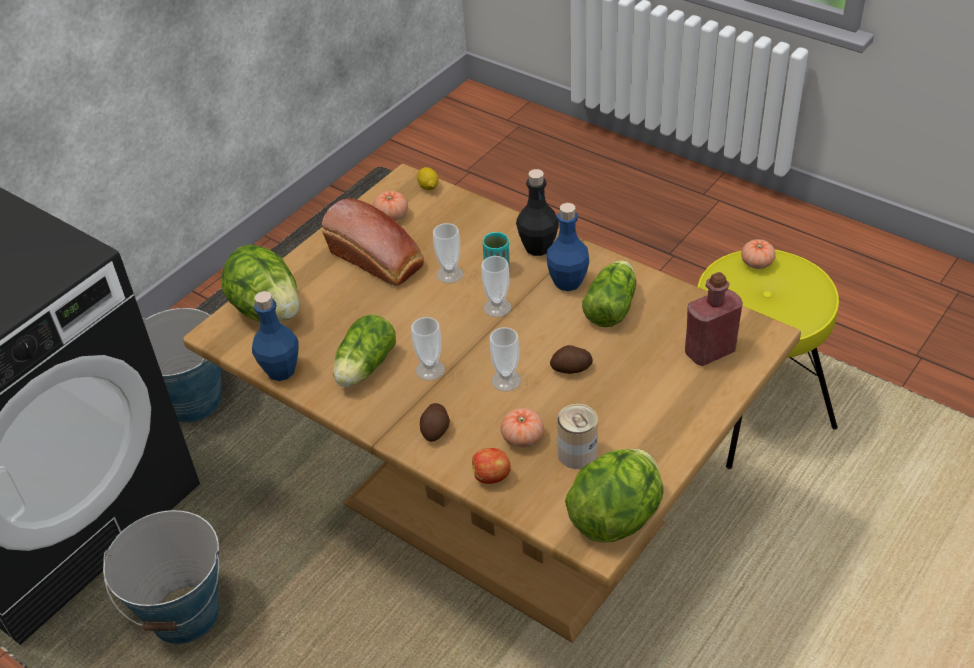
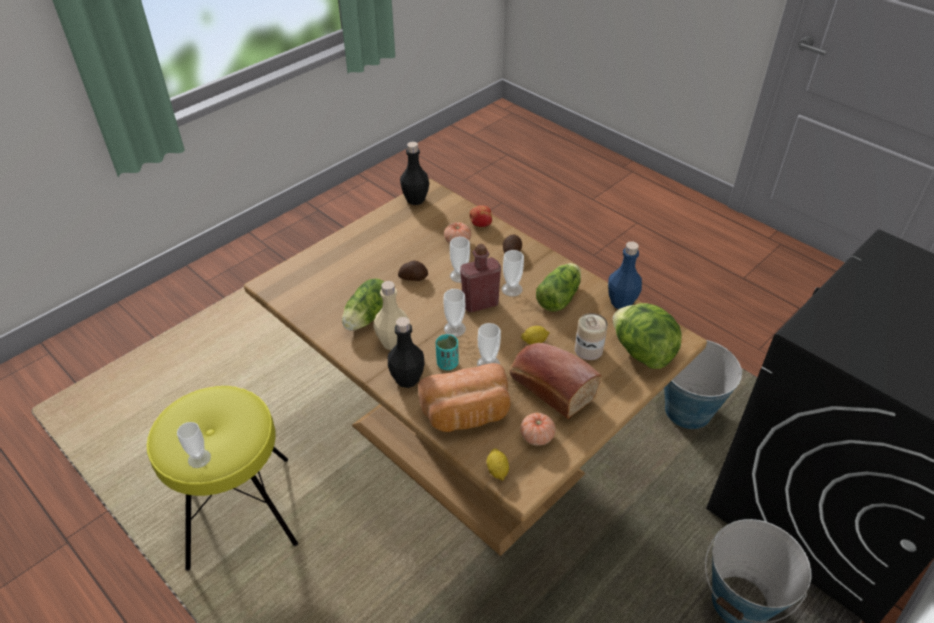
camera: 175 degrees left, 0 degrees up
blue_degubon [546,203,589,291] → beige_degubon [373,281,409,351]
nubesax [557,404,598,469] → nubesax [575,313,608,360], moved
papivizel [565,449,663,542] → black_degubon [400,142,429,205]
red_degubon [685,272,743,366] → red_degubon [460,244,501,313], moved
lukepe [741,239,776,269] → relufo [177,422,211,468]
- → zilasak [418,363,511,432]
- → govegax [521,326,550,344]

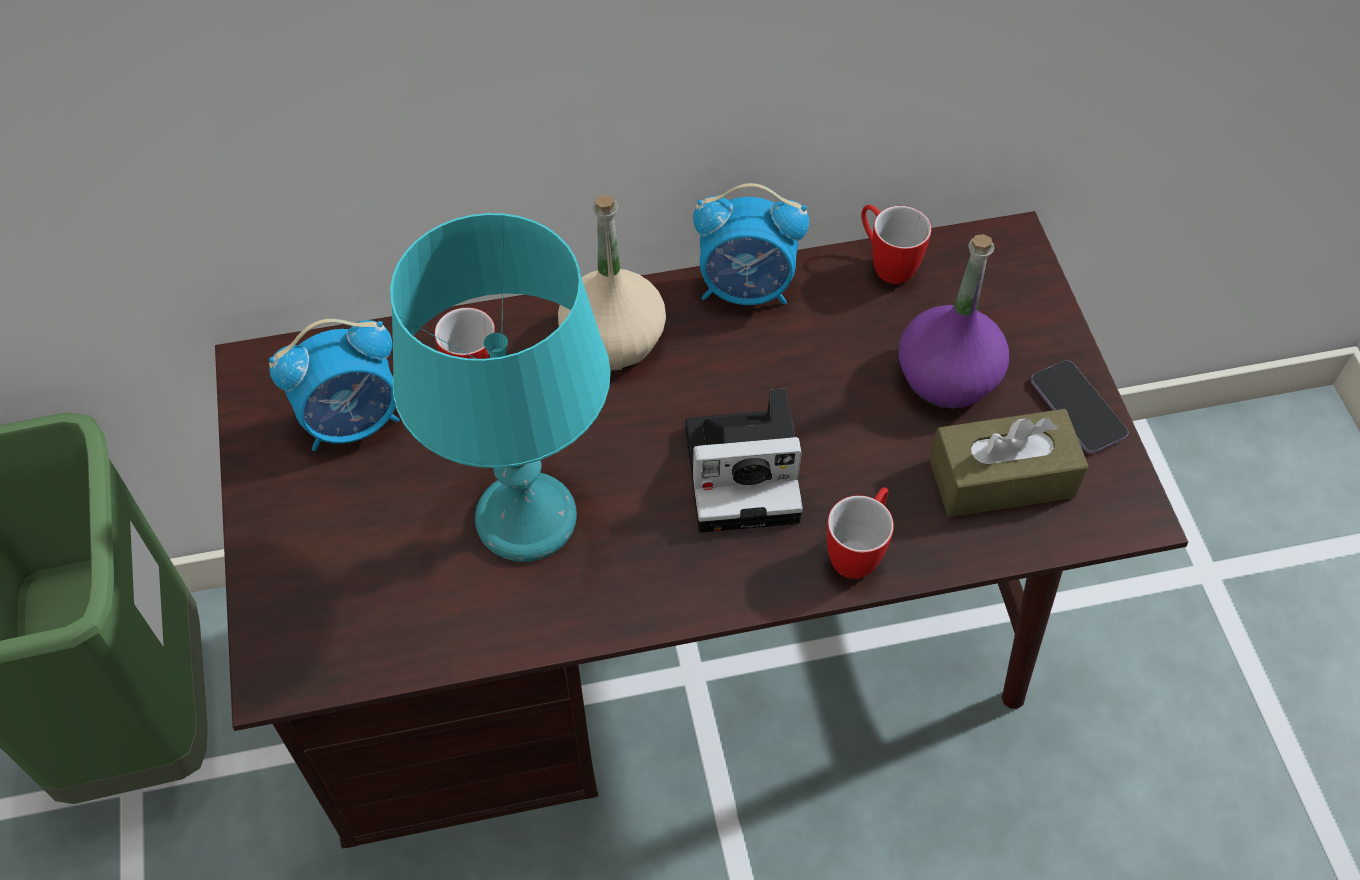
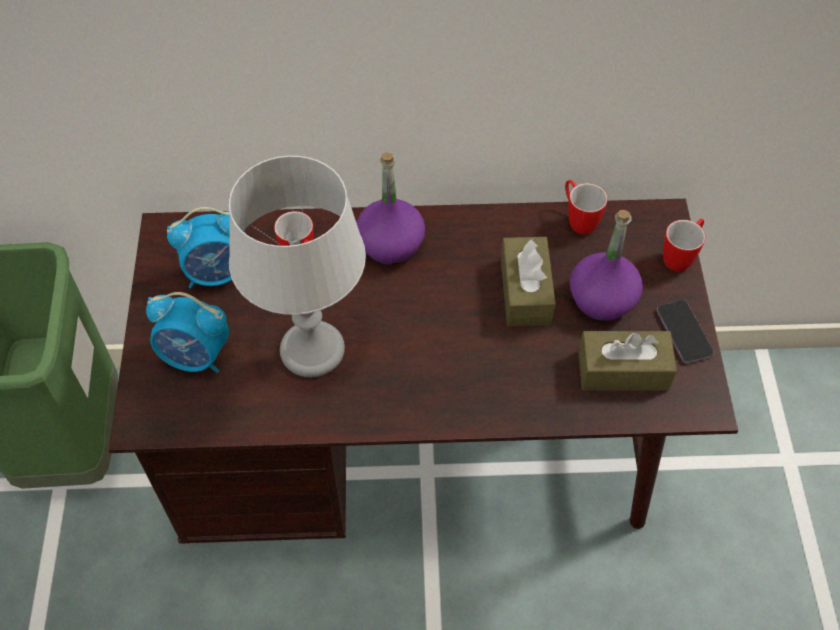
camera: 10 degrees right, 0 degrees up
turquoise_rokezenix [390,213,611,562] → grey_rokezenix [229,156,366,377]
beige_degubon [558,195,666,371] → purple_degubon [356,152,425,265]
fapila [685,388,803,533] → -
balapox [693,183,809,305] → balapox [146,292,229,373], moved
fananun [827,487,894,579] → fananun [663,219,705,271], moved
- → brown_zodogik [501,237,556,326]

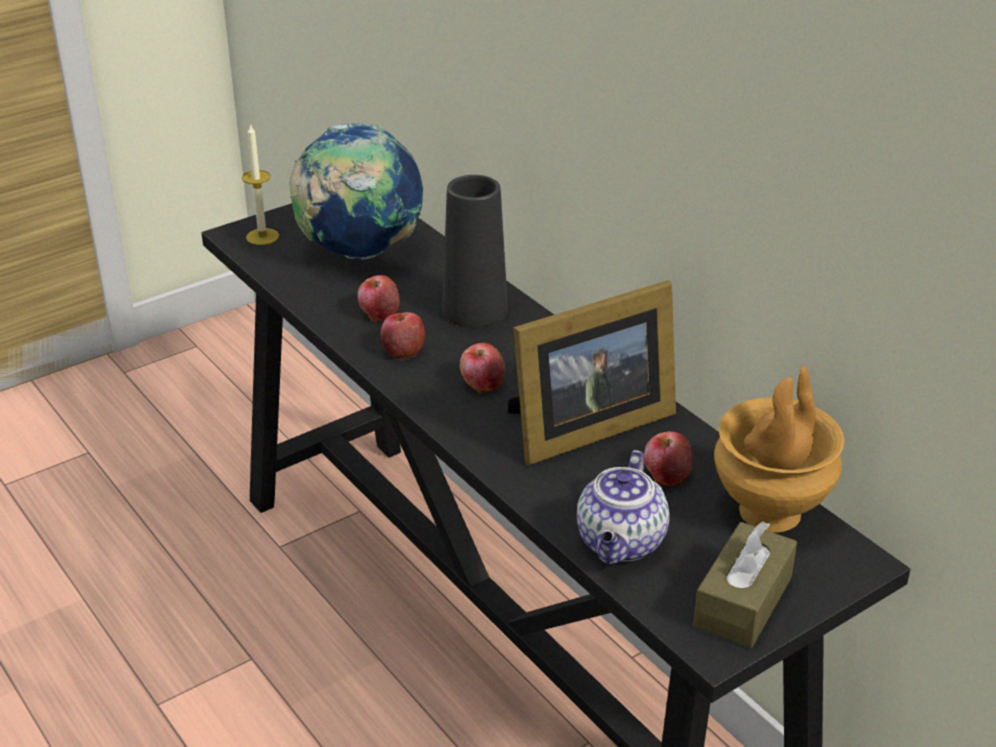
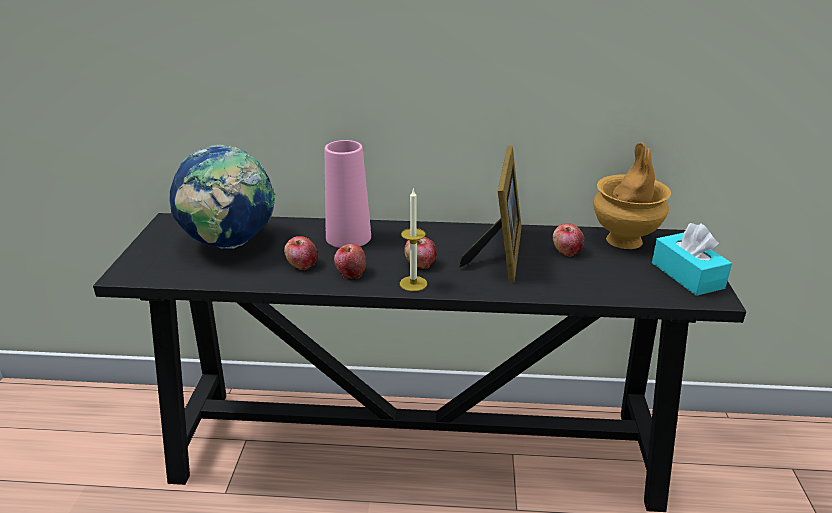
camera: 50 degrees left, 5 degrees down
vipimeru [242,123,279,245] → vipimeru [400,189,427,291], moved
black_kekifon [442,175,508,328] → pink_kekifon [325,140,371,248]
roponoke [577,450,670,565] → -
brown_zodogik [693,521,797,648] → turquoise_zodogik [652,223,732,296]

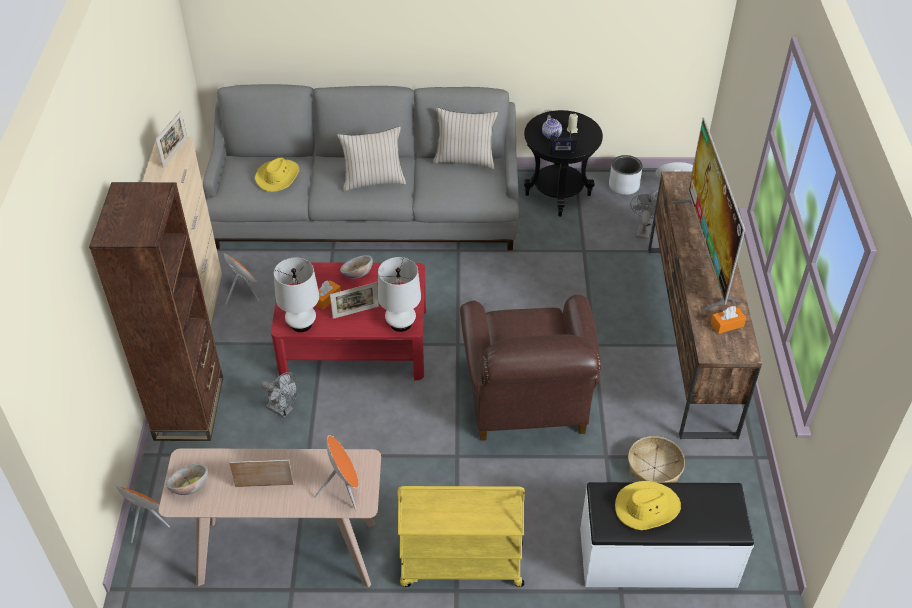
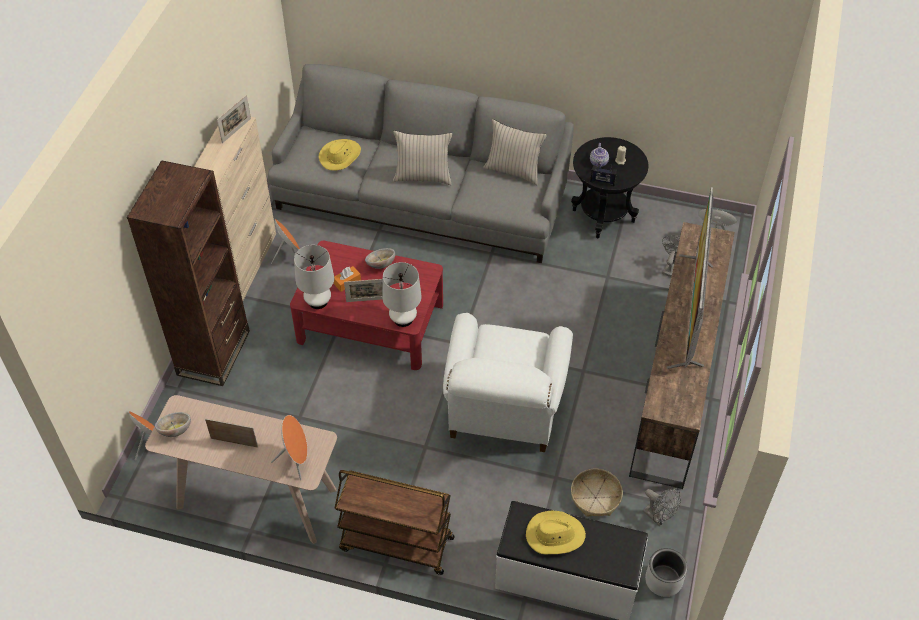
camera: 15 degrees right, 5 degrees up
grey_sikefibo [261,372,298,418] → grey_sikefibo [643,488,681,526], moved
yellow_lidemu [397,486,525,587] → brown_lidemu [334,470,455,575]
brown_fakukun [460,295,601,441] → white_fakukun [443,313,573,452]
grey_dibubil [609,155,643,195] → grey_dibubil [645,548,687,597], moved
orange_zodogik [711,306,746,334] → -

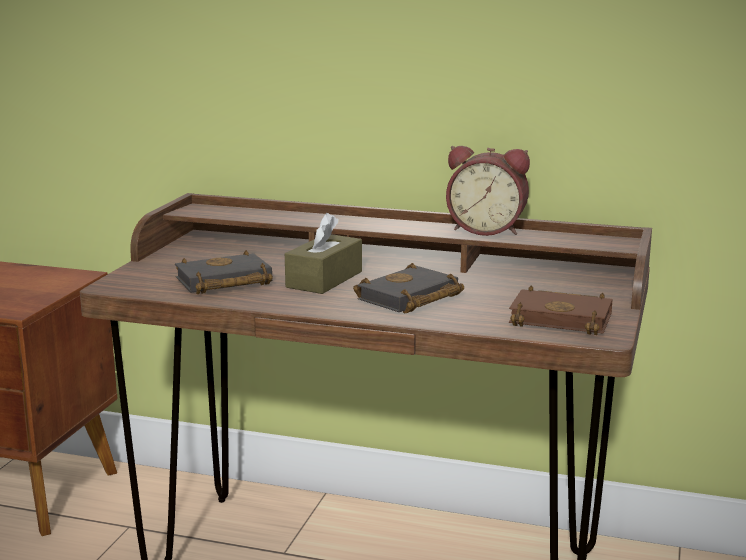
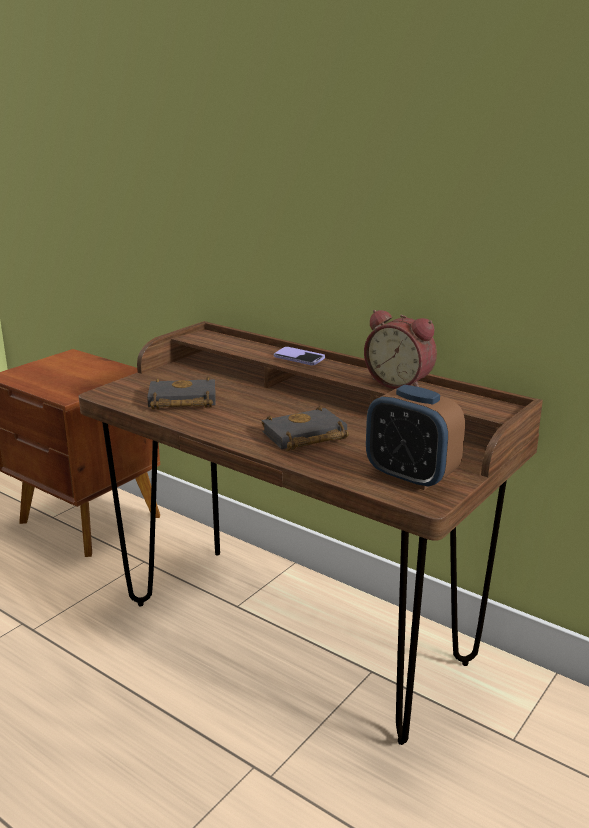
camera: 20 degrees right, 5 degrees up
brown_zodogik [285,213,362,294] → -
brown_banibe [509,286,613,335] → balapox [366,385,465,490]
- → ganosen [274,347,325,365]

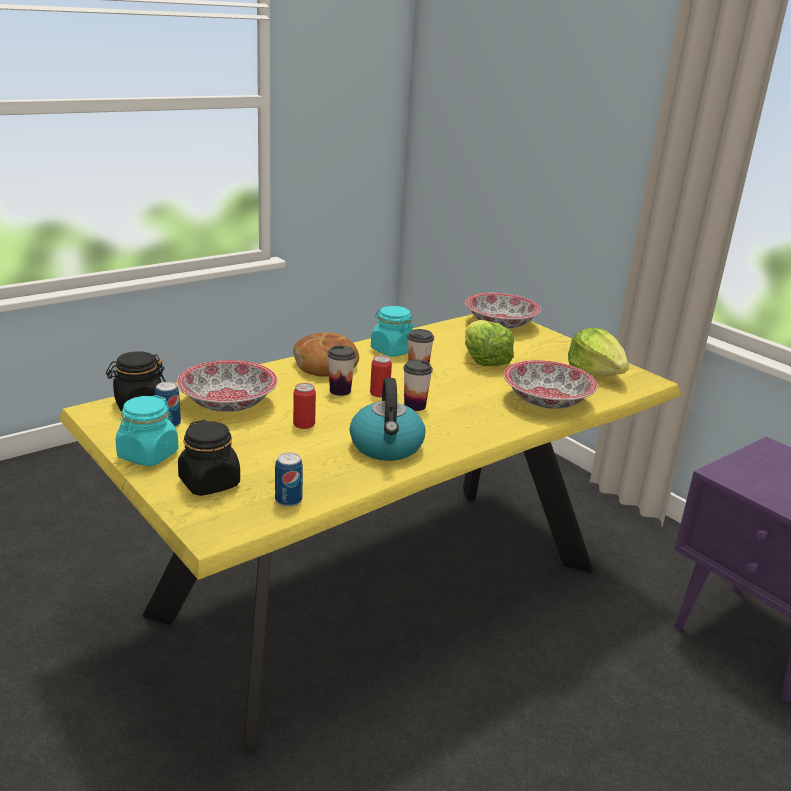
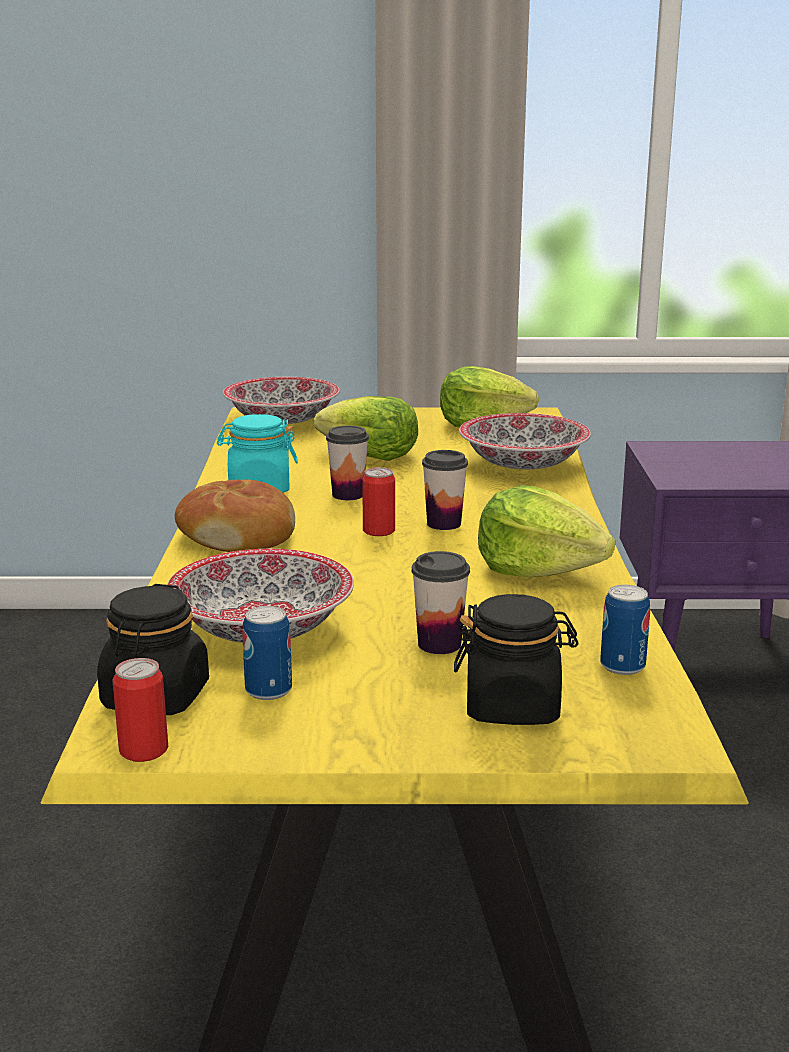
camera: 50 degrees left, 5 degrees down
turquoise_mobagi [116,395,178,466] → -
nubesax [293,383,316,429] → nubesax [112,658,168,762], moved
relufo [327,345,356,396] → relufo [411,551,470,654], moved
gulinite [350,378,425,461] → papivizel [478,485,615,577]

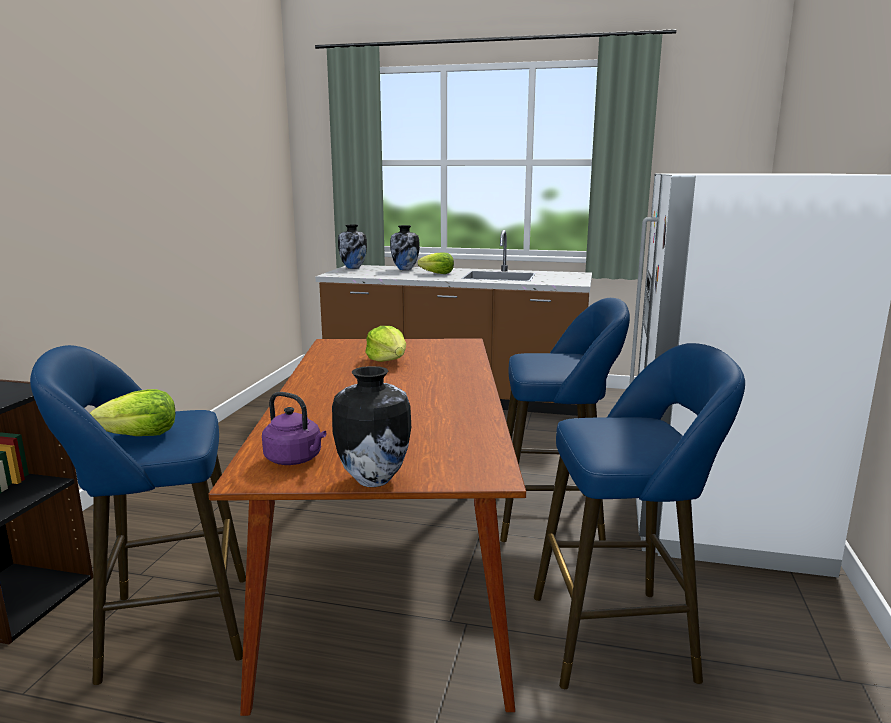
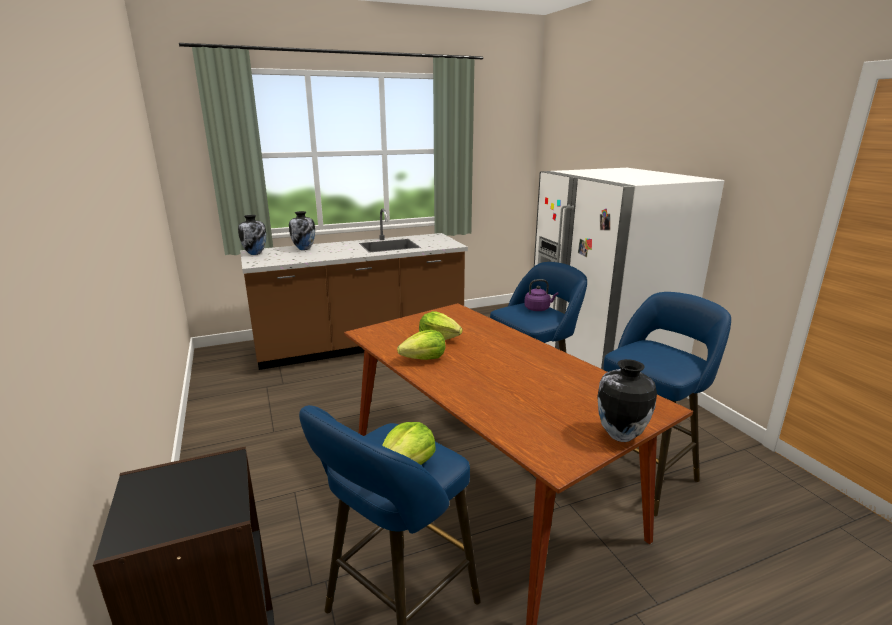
camera: 35 degrees left, 5 degrees up
purple_gulinite [262,392,326,465] → purple_gulinite [524,279,558,311], moved
papivizel [418,252,454,274] → papivizel [397,330,445,360], moved

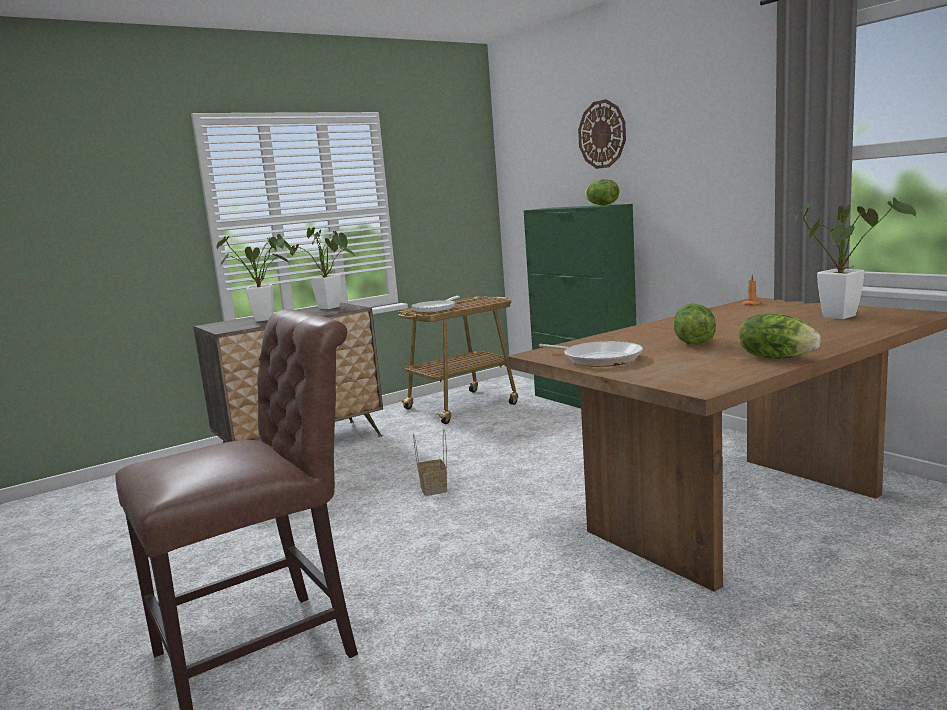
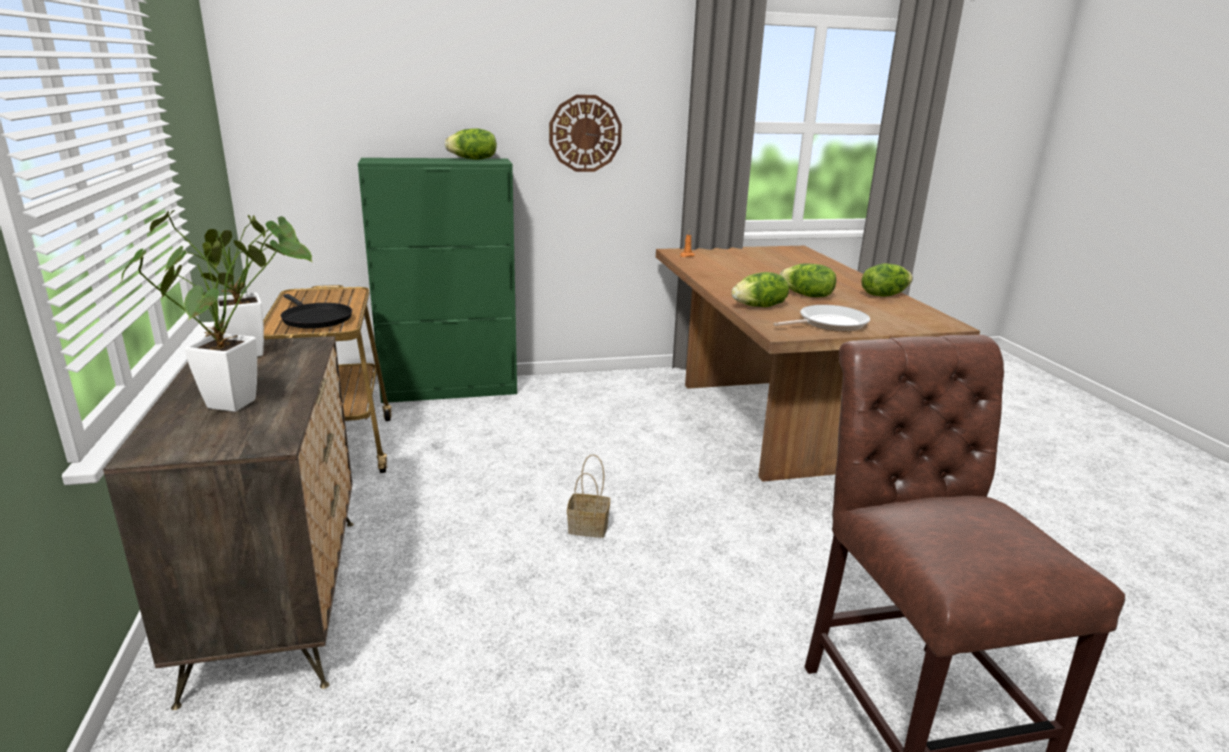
camera: 70 degrees left, 10 degrees up
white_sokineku [411,296,460,312] → black_sokineku [281,294,352,329]
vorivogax [578,99,626,169] → vorivogax [549,95,622,172], moved
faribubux [794,198,917,319] → -
- → papivizel [732,272,789,307]

